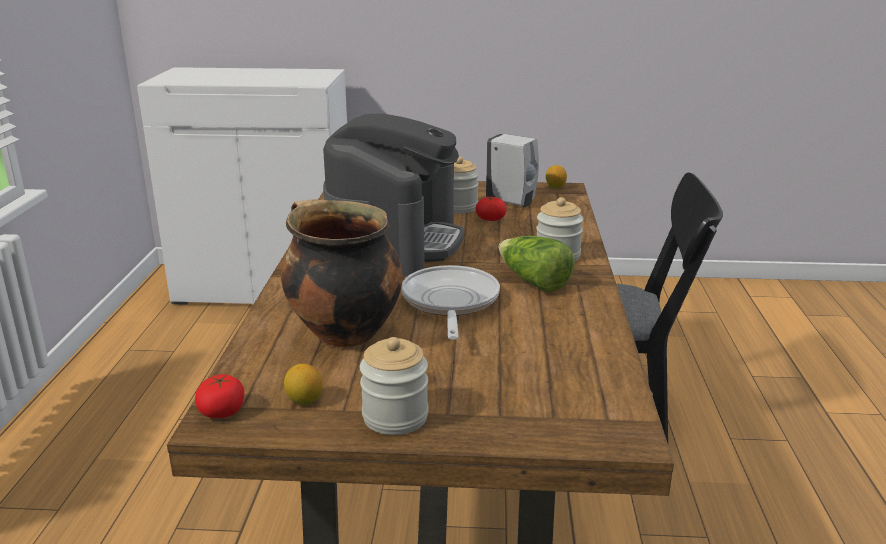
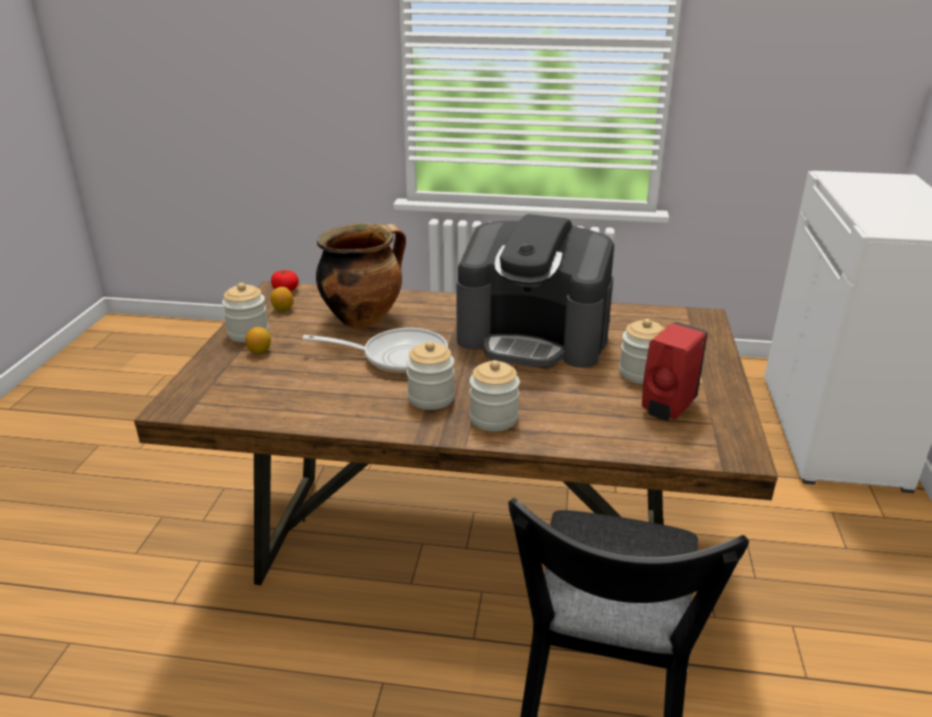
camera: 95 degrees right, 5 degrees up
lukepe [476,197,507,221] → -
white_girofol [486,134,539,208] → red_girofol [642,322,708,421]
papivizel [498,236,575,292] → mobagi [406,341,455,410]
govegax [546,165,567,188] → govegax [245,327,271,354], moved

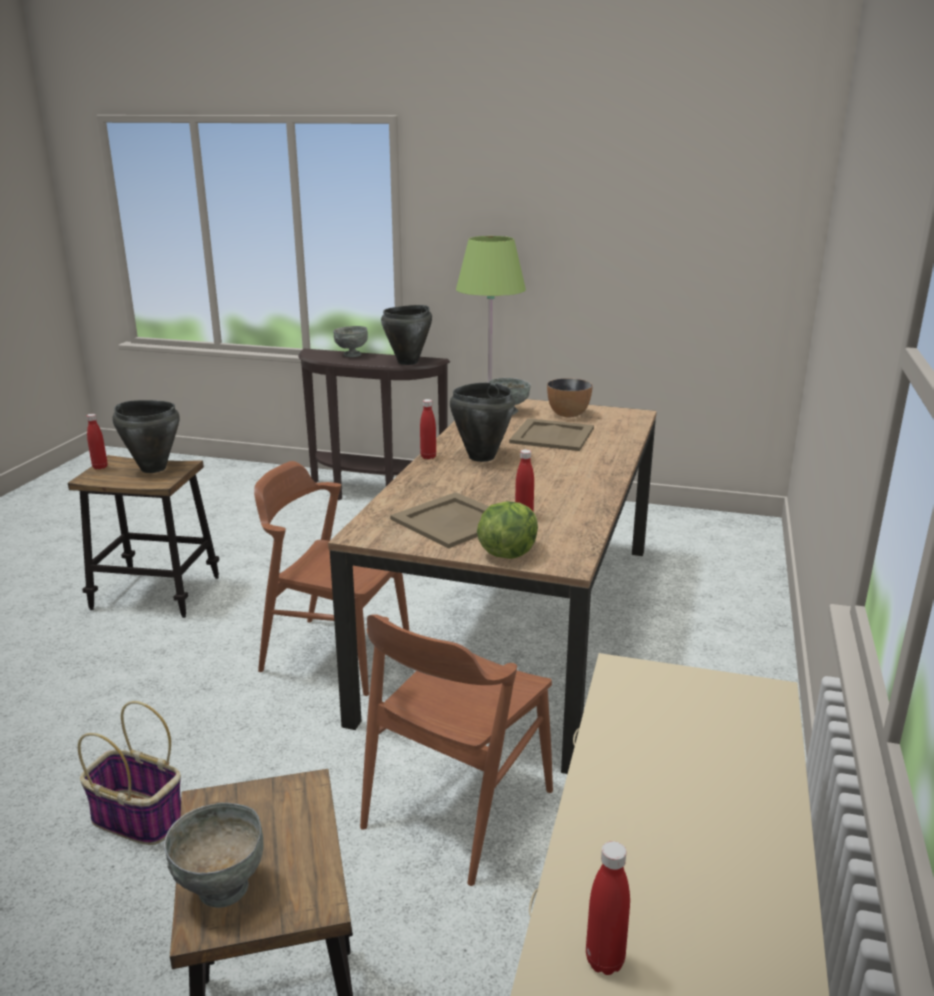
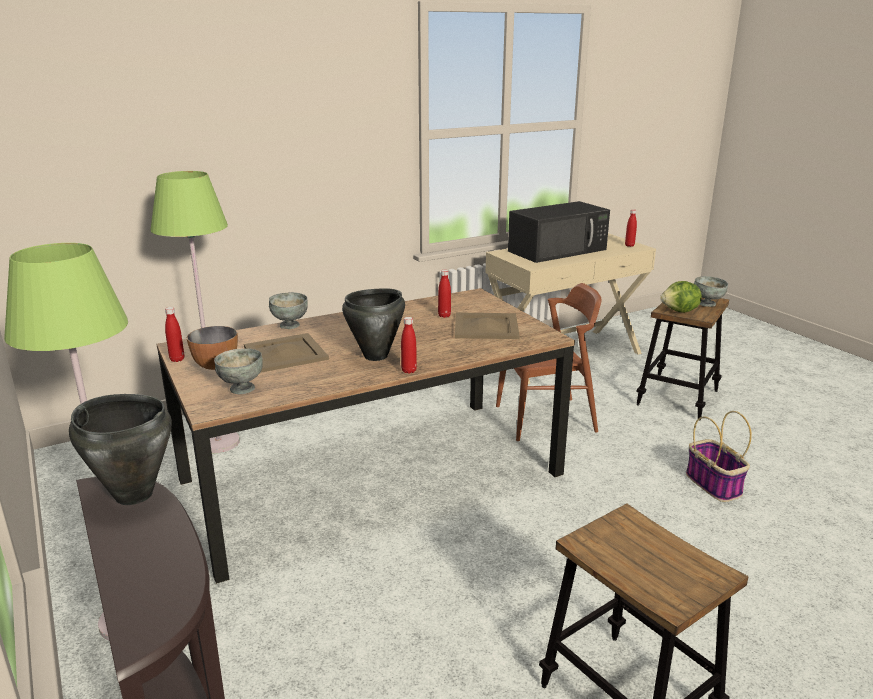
camera: 135 degrees left, 0 degrees up
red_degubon [87,414,107,469] → red_degubon [165,307,185,362], moved
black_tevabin [112,400,180,473] → -
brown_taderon [254,461,409,696] → -
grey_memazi [333,326,368,357] → grey_memazi [269,292,308,329], moved
papivizel [477,501,538,559] → papivizel [660,281,702,313], moved
- → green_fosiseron [151,171,240,453]
- → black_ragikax [508,201,610,263]

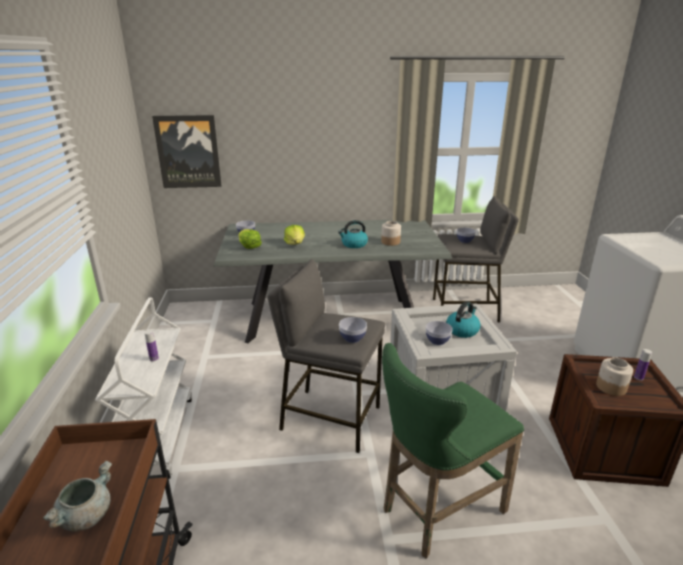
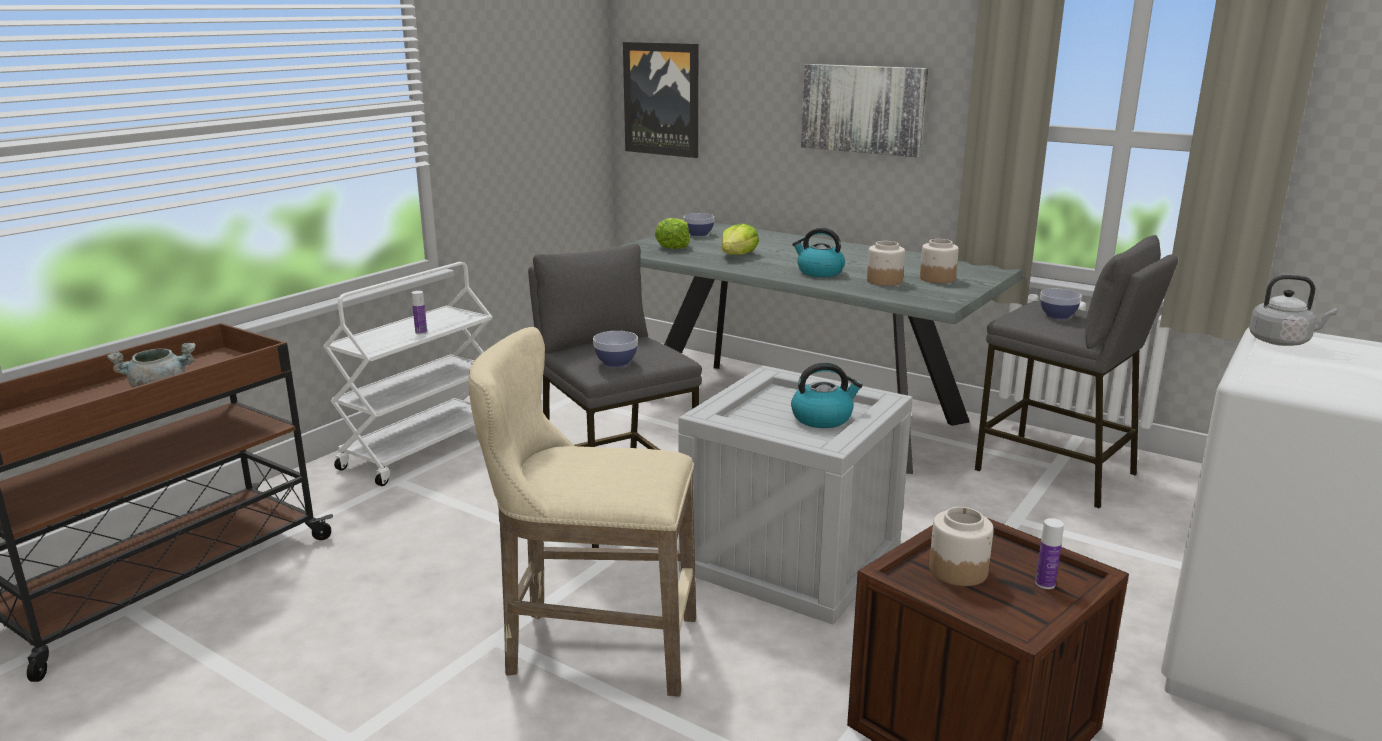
camera: 40 degrees right, 5 degrees down
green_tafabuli [382,343,524,559] → beige_tafabuli [468,327,696,697]
memazi [426,321,453,345] → -
- → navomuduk [801,64,928,157]
- → mobagi [920,239,959,283]
- → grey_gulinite [1249,275,1338,346]

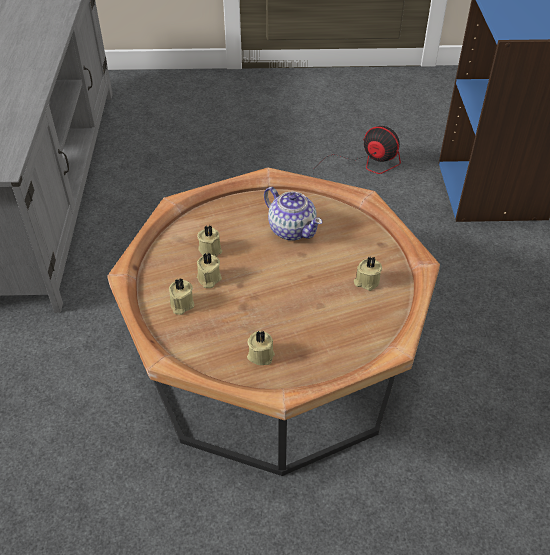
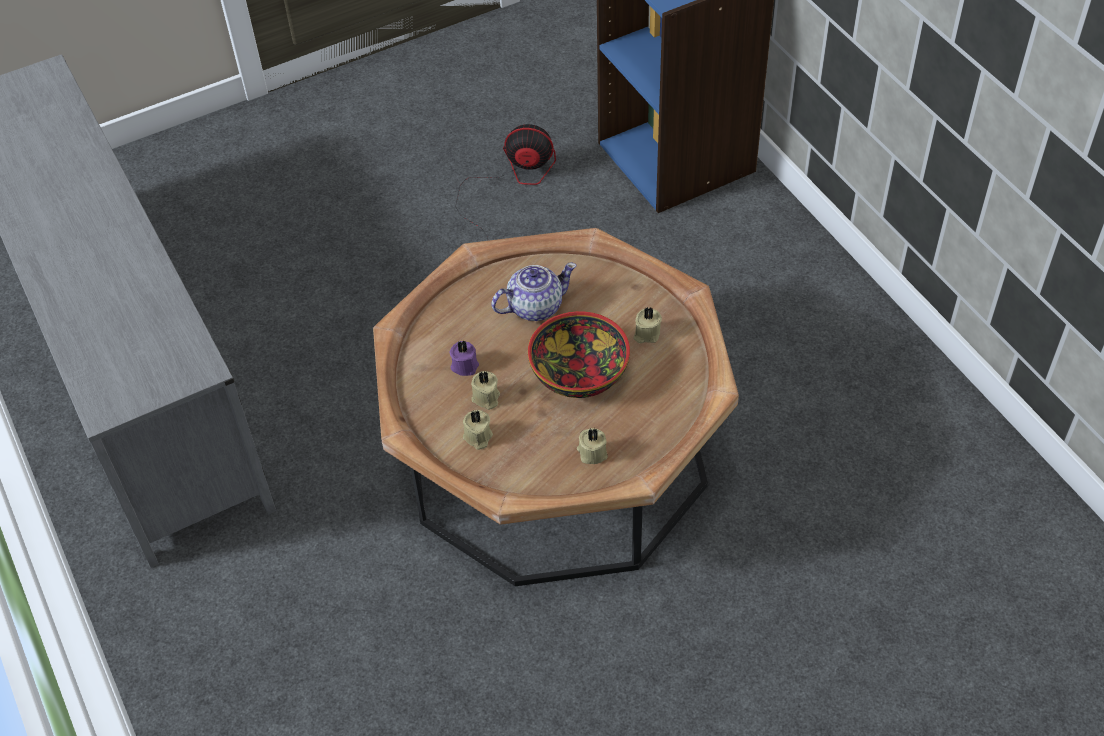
camera: 25 degrees left, 5 degrees up
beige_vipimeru [197,225,222,256] → purple_vipimeru [449,340,479,376]
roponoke [264,187,323,241] → roponoke [491,263,577,321], 45 degrees counterclockwise
- → memazi [528,311,630,398]

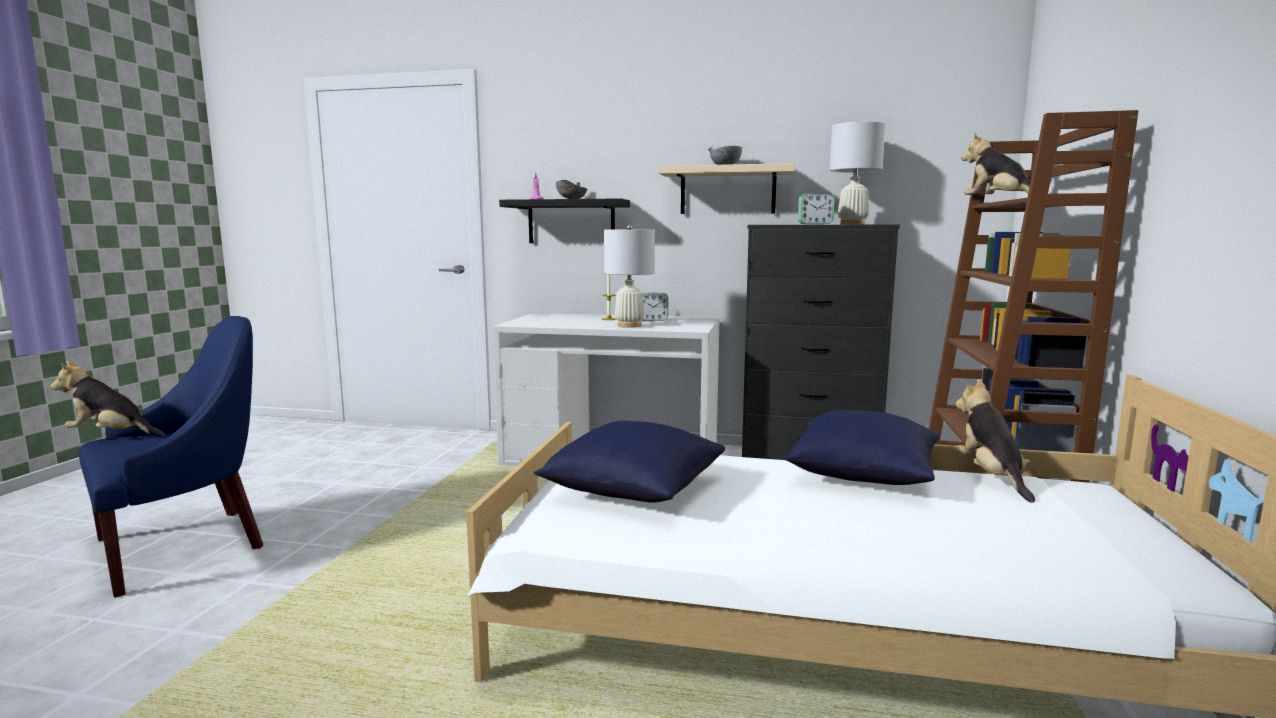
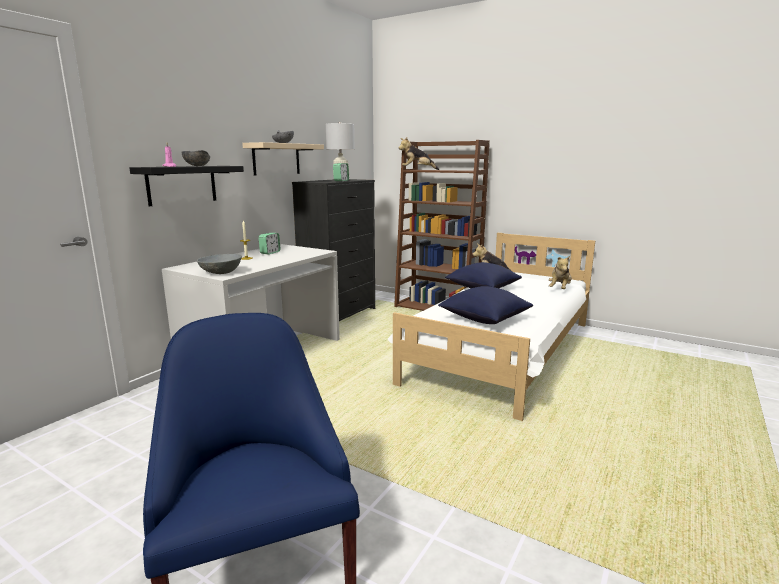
camera: 70 degrees left, 5 degrees up
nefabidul [51,361,165,437] → nefabidul [549,256,572,289], moved
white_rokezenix [604,225,655,328] → -
- → grey_memazi [197,254,242,274]

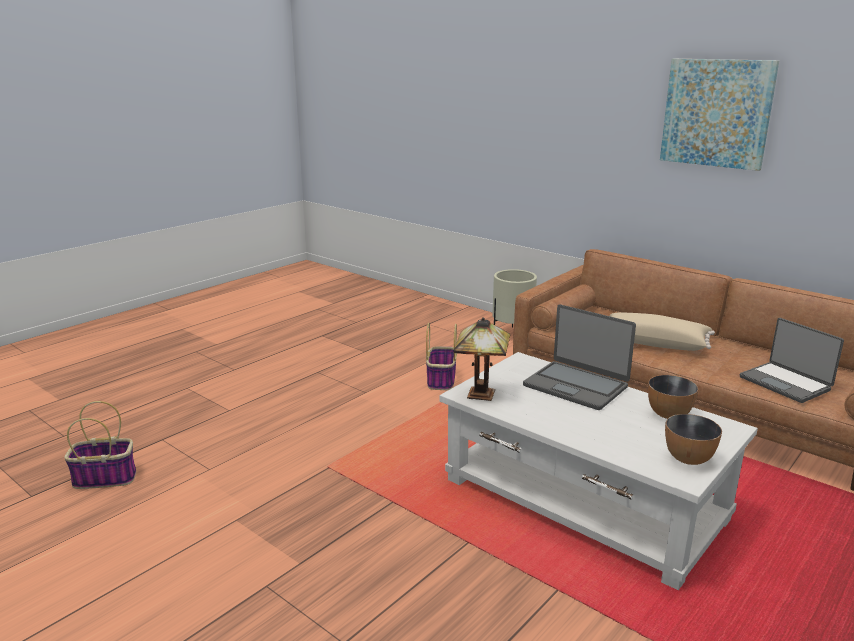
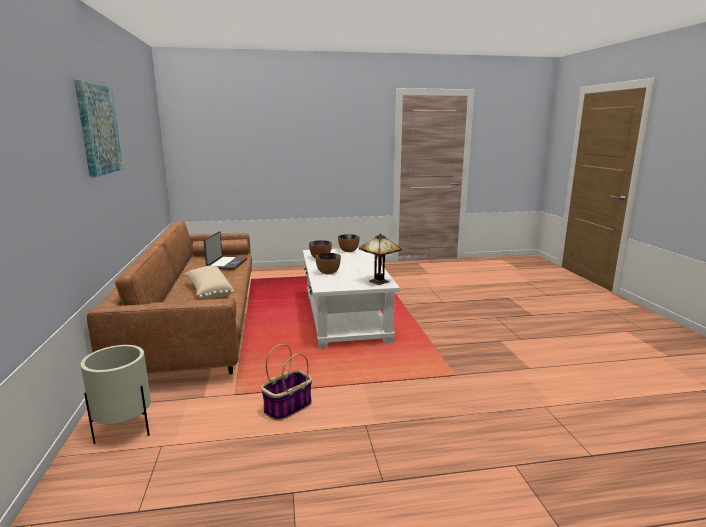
camera: 140 degrees left, 5 degrees down
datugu [64,401,136,489] → -
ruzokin [523,304,636,410] → memazi [315,253,341,274]

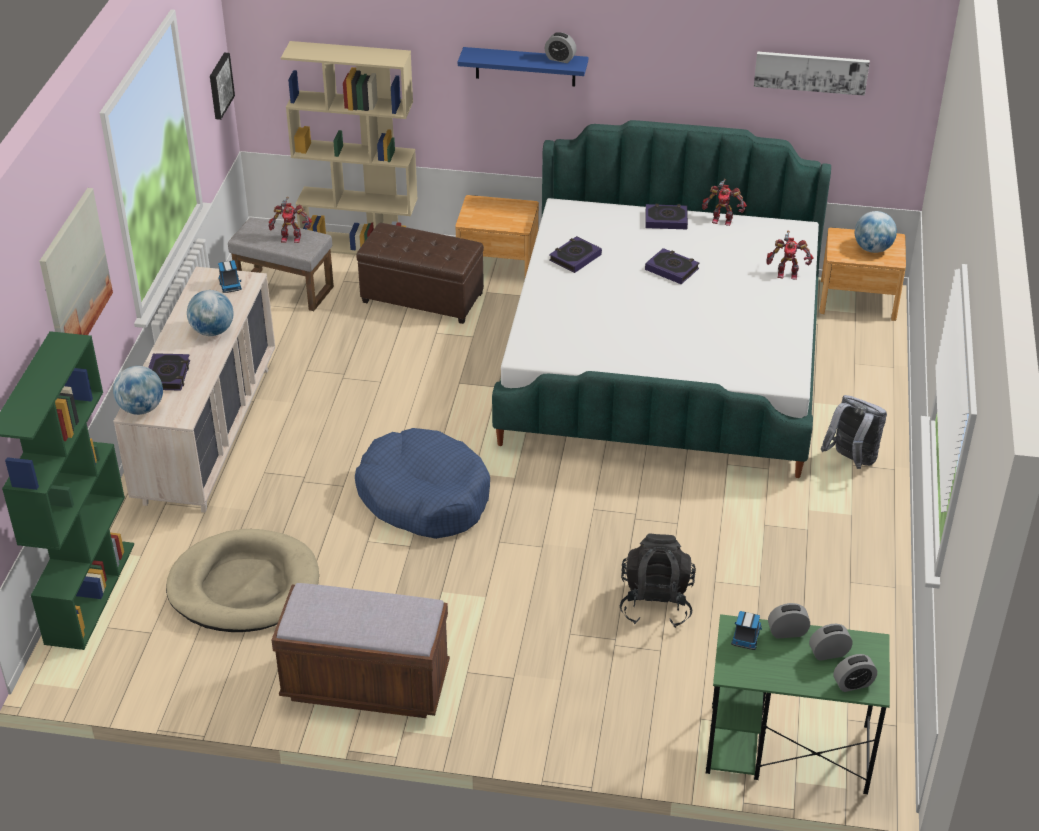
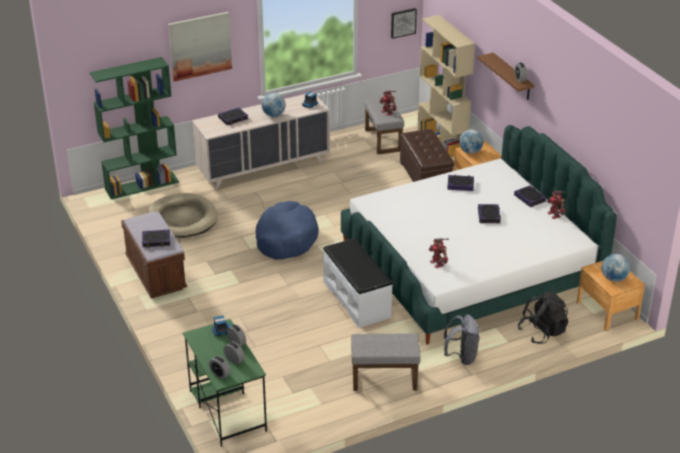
camera: 55 degrees right, 5 degrees down
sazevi [113,366,163,415] → sazevi [459,130,483,154], moved
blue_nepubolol [458,47,588,86] → brown_nepubolol [478,53,534,100]
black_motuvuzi [619,533,696,628] → black_motuvuzi [518,291,568,344], moved
navomuduk [754,51,870,96] → -
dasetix [766,230,814,280] → dasetix [429,238,449,268], moved
- → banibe [142,229,170,248]
- → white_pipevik [323,238,392,328]
- → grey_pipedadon [351,334,421,391]

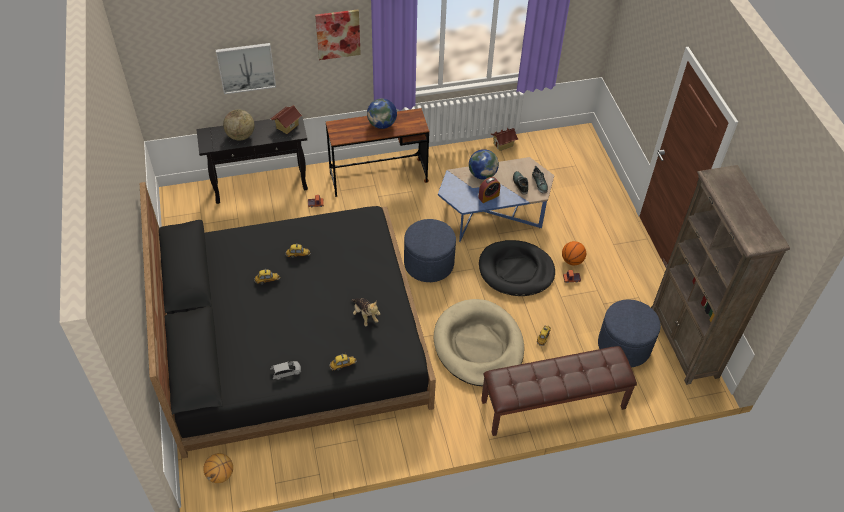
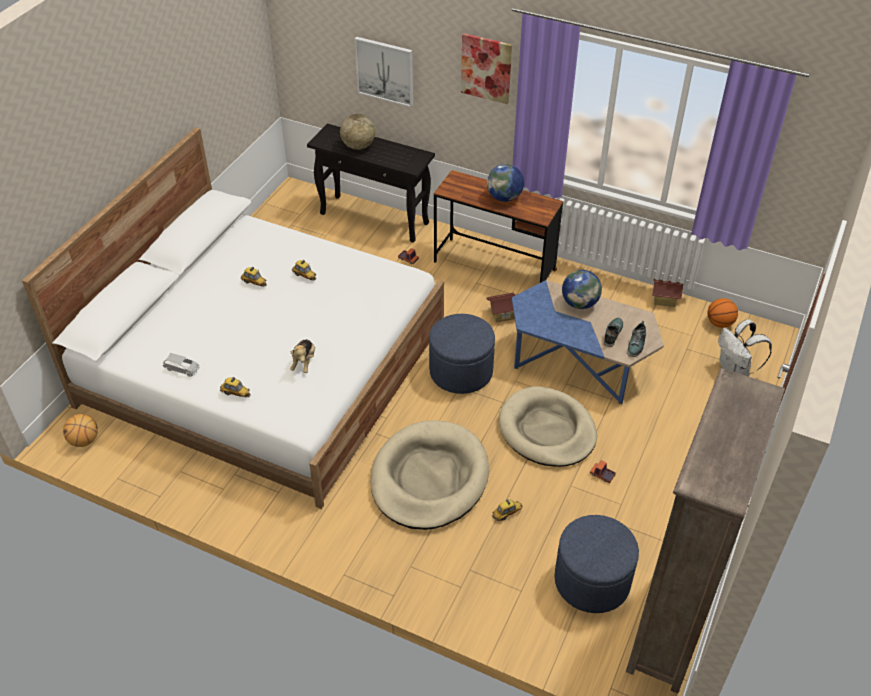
camera: 40 degrees right, 5 degrees down
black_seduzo [140,182,436,459] → white_seduzo [22,127,444,509]
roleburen [271,105,302,134] → roleburen [486,292,516,322], moved
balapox [478,177,500,203] → -
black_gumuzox [479,240,555,296] → beige_gumuzox [499,386,597,467]
brown_pipevik [481,346,637,436] → -
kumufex [562,241,586,265] → kumufex [707,298,738,328], moved
- → white_motuvuzi [718,319,772,376]

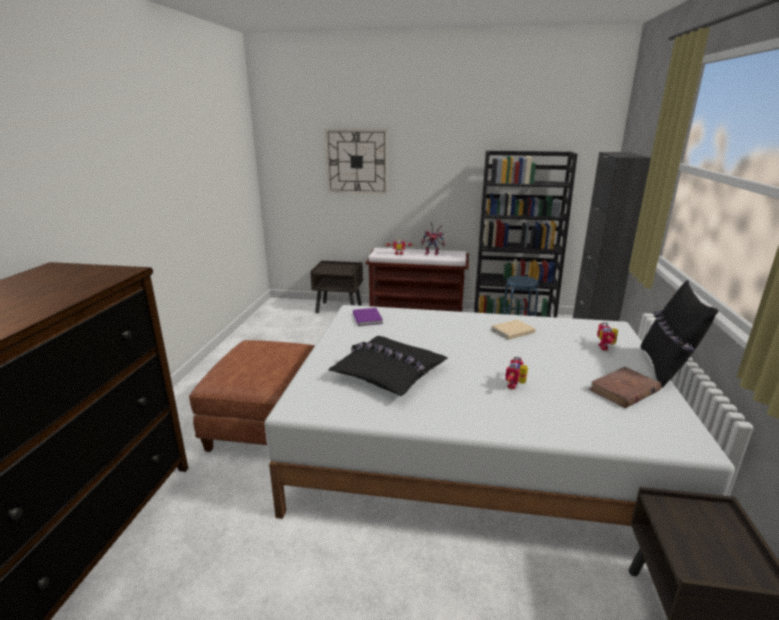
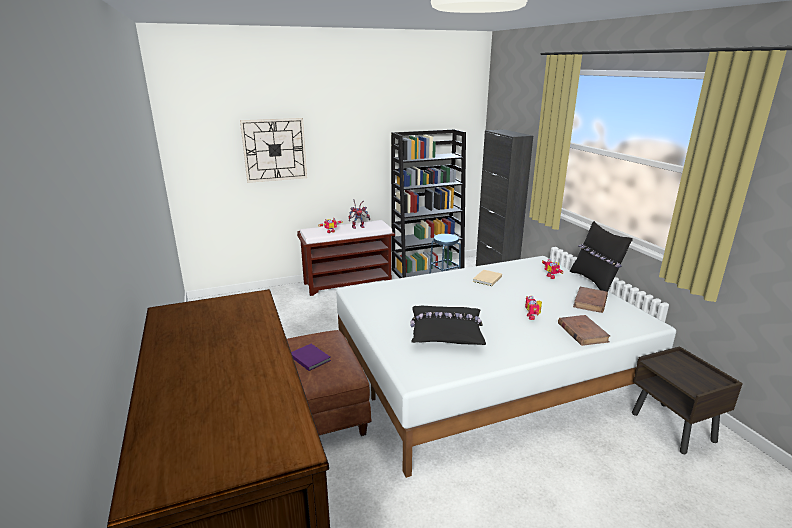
camera: 30 degrees left, 0 degrees up
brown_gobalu [310,261,363,313] → -
purple_banibe [353,308,383,326] → purple_banibe [291,344,331,371], moved
- → brown_banibe [558,315,610,346]

